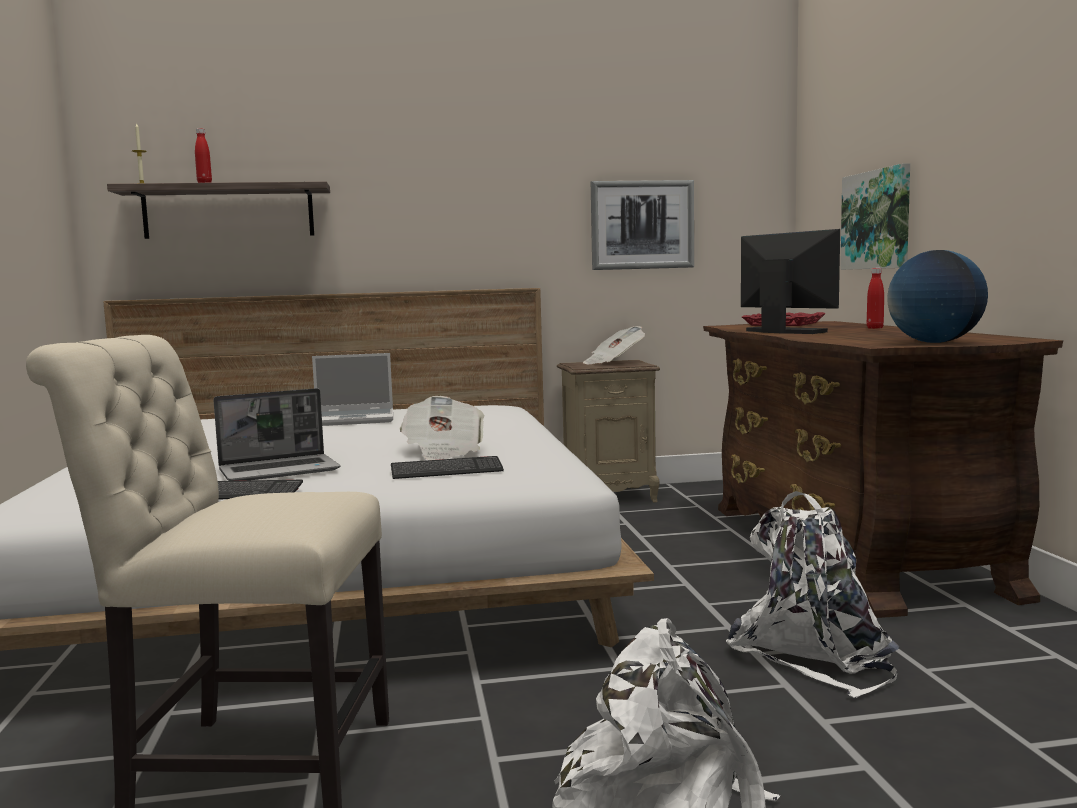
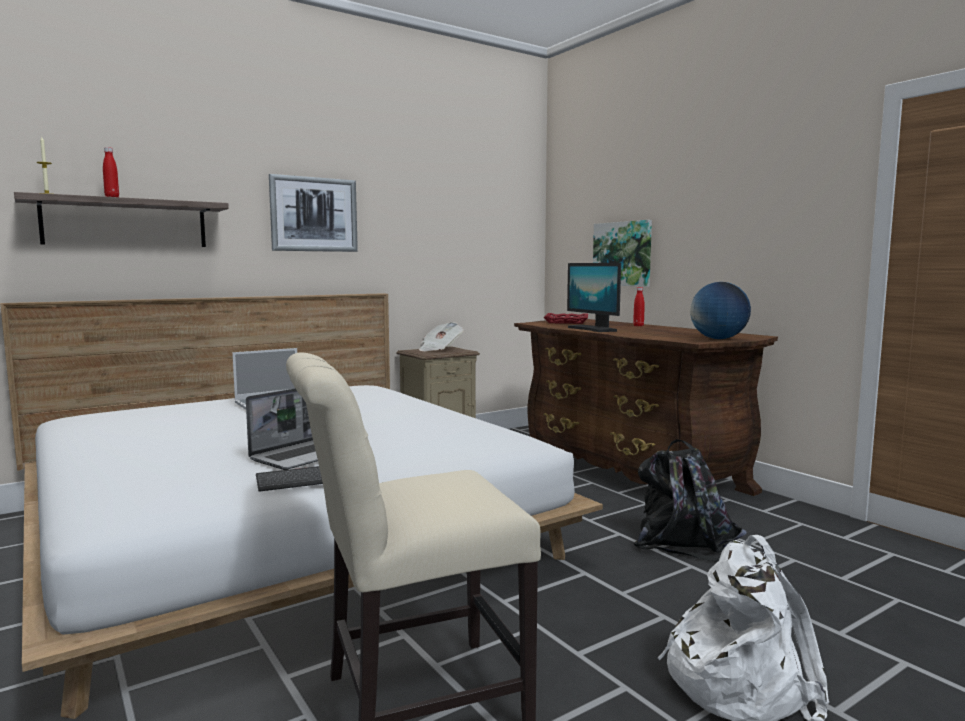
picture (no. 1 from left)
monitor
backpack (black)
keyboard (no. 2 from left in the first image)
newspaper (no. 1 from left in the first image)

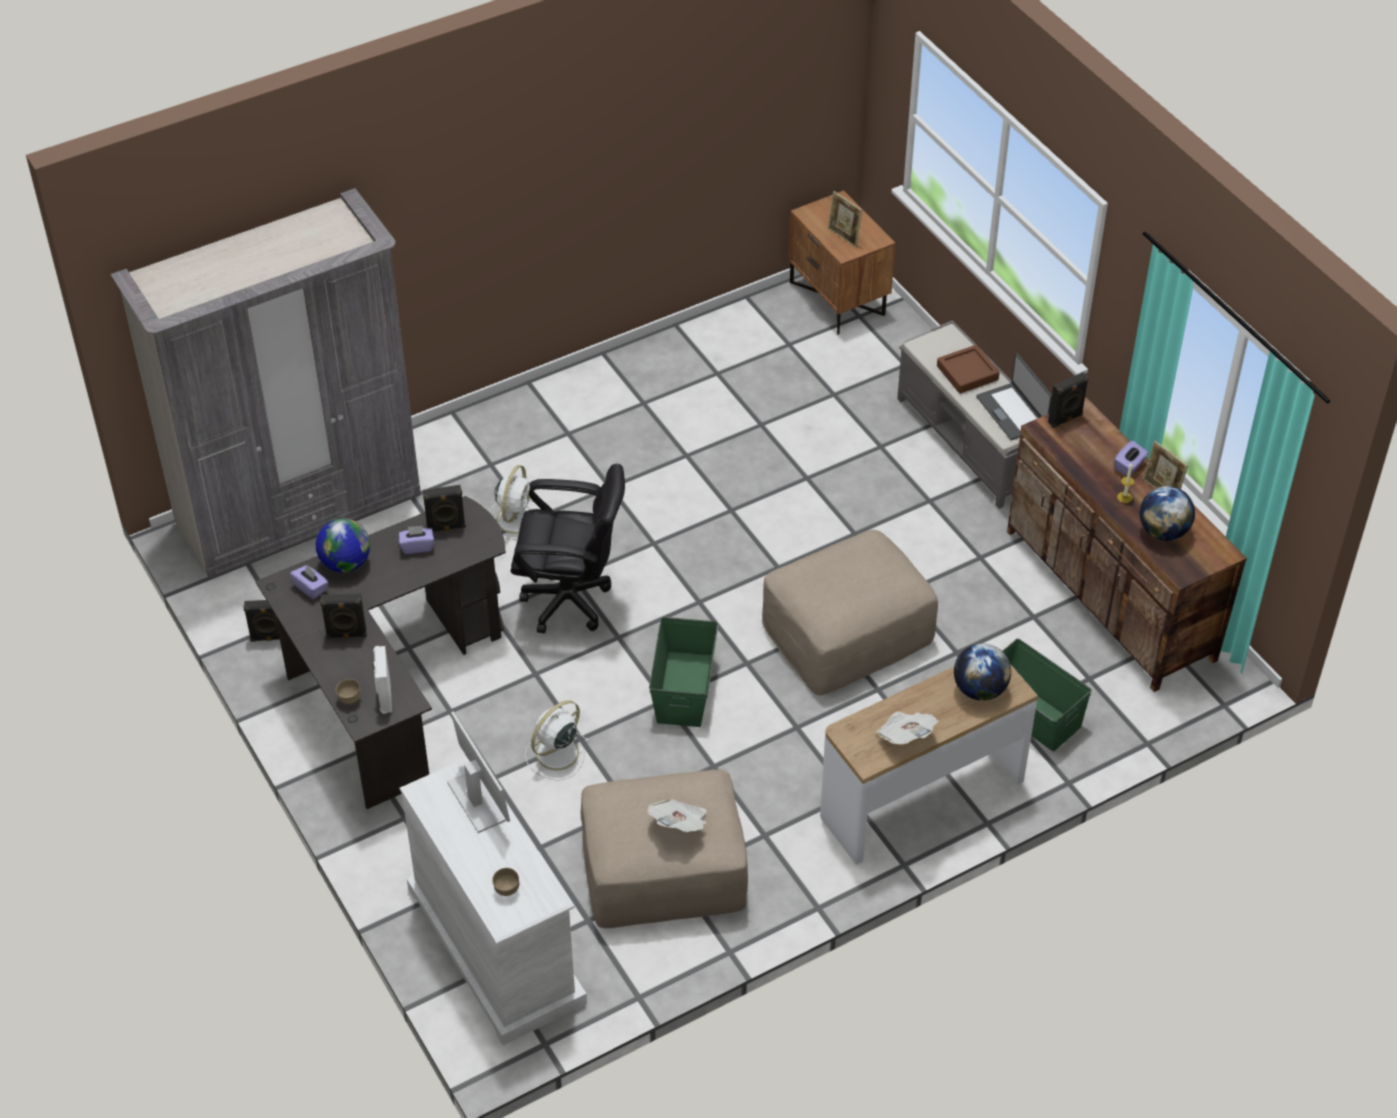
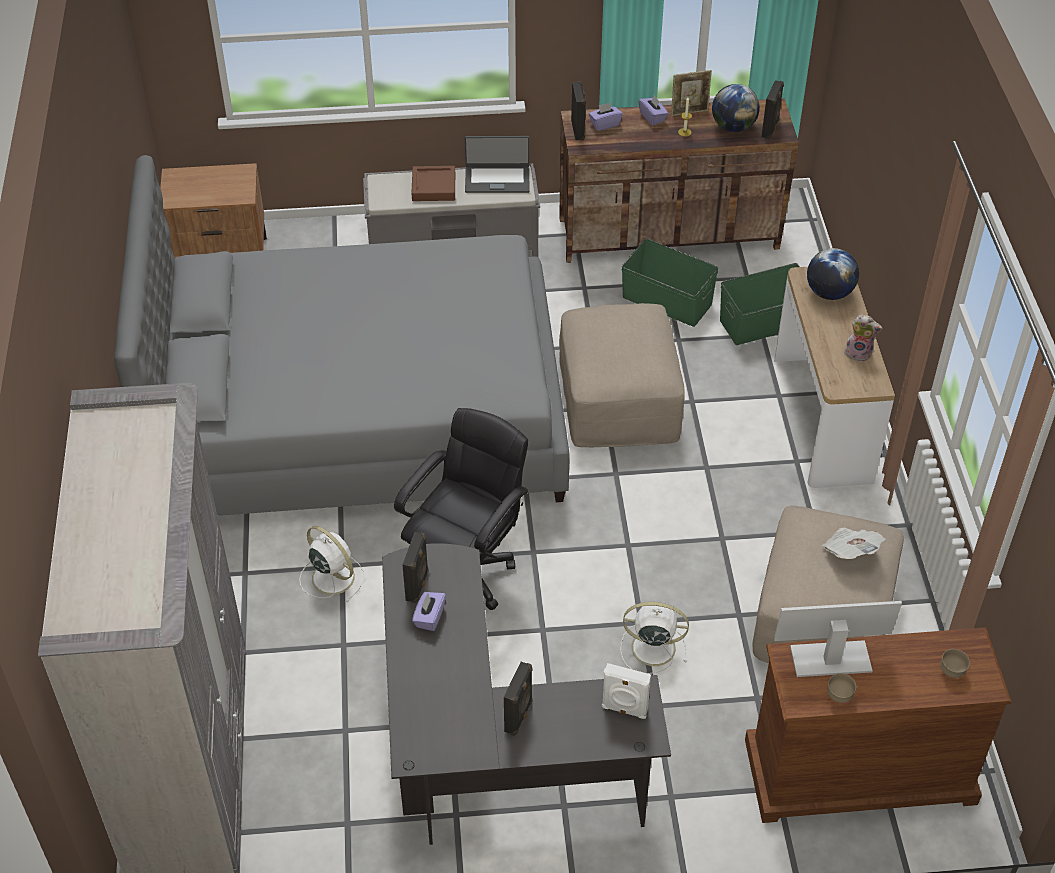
bed (grey)
tissue box (purple) (no. 2 from left)
fan (white) (no. 2 from left)
storage box (green) (no. 1 from left)
dresser (brown)
speaker (black) (no. 4 from left)
bowl (brown) (no. 1 from left)
plush toy
globe (no. 1 from left in the first image)
picture frame (no. 1 from left in the first image)

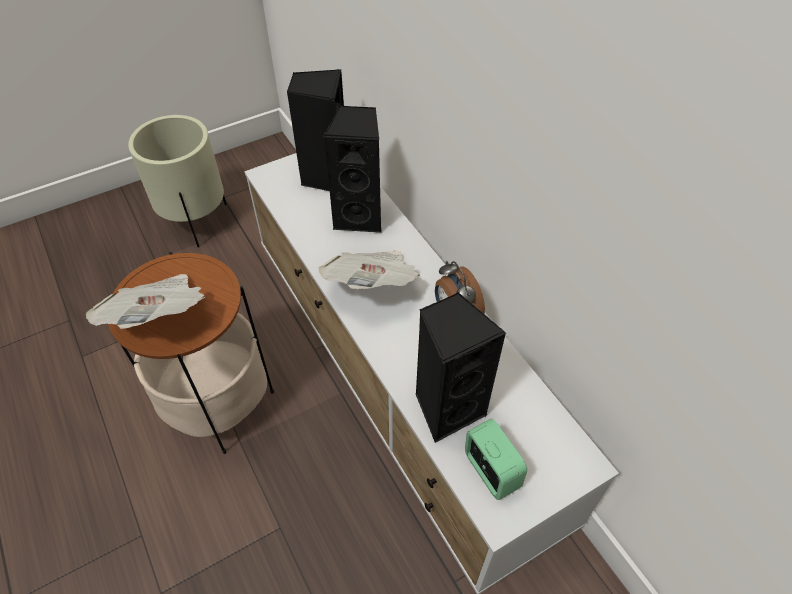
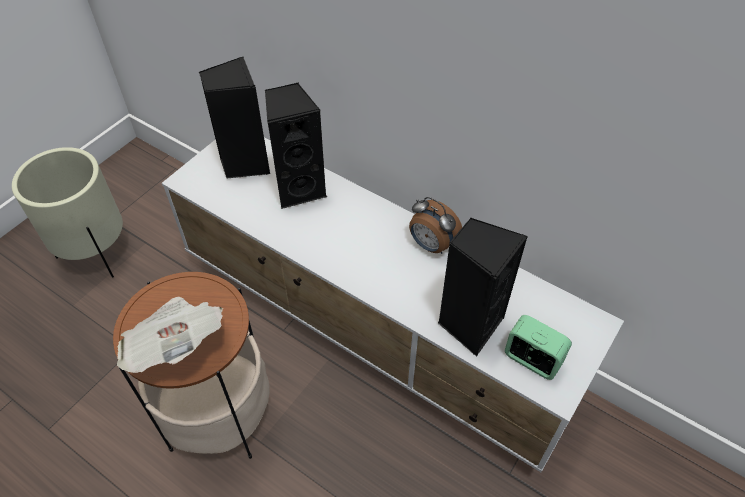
newspaper (no. 2 from left in the first image)

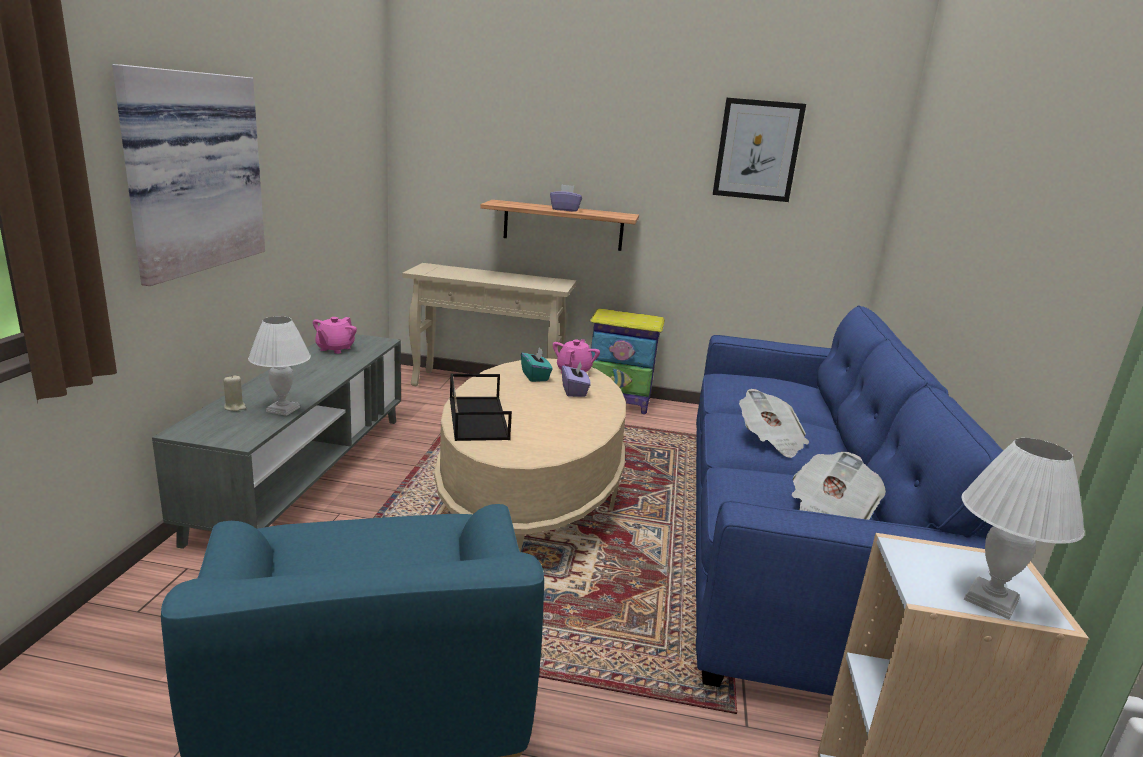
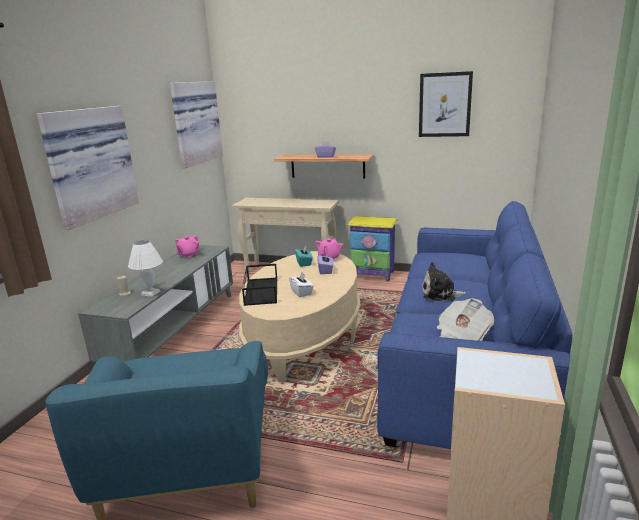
picture (no. 2 from left)
tissue box (white)
plush toy
table lamp (white) (no. 2 from left in the first image)

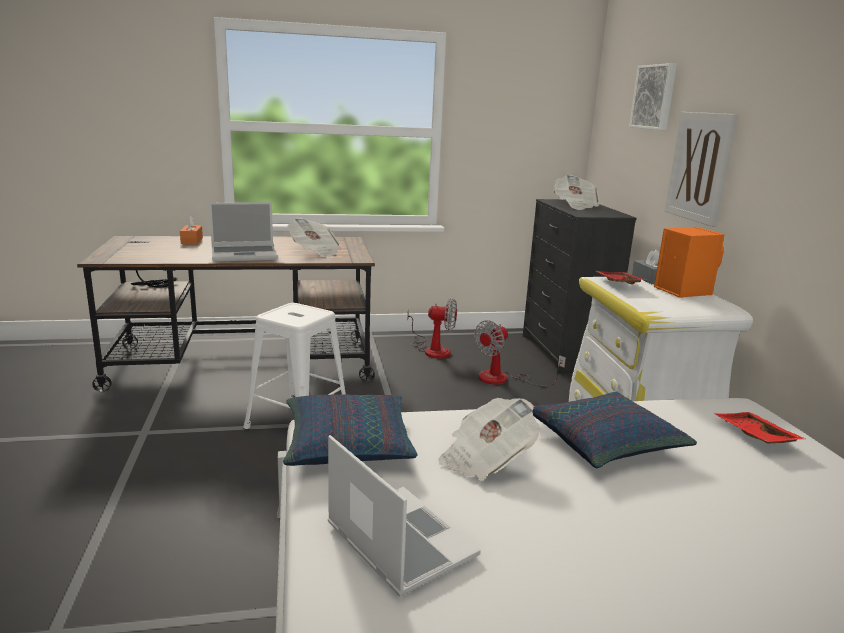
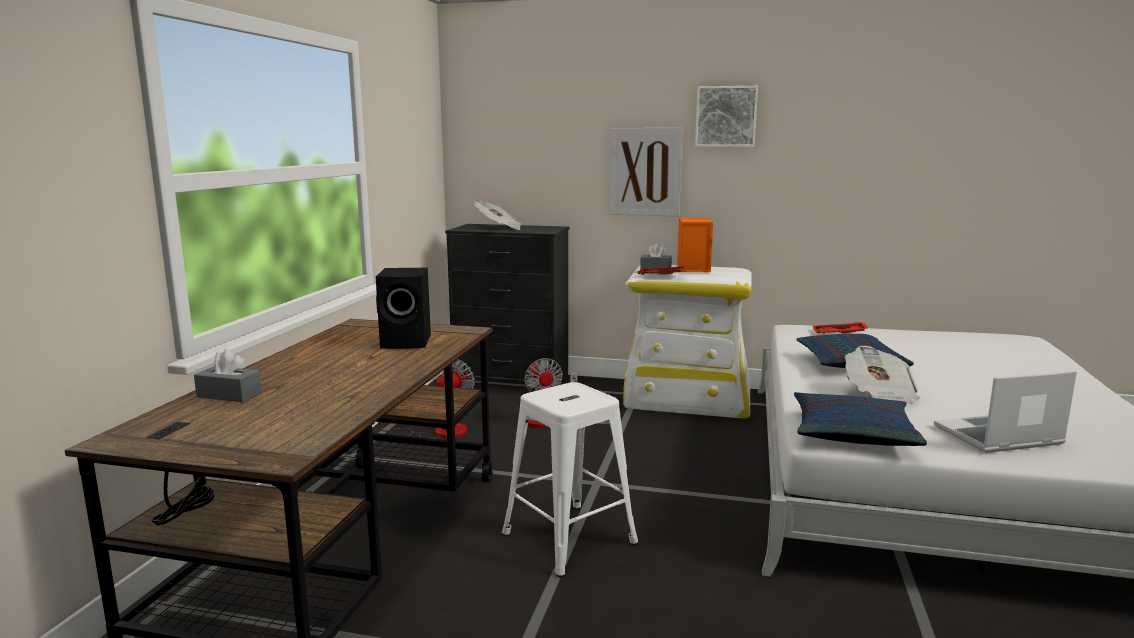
tissue box (grey) (no. 1 from left)
speaker (black)
picture (no. 2 from left)
laptop (no. 1 from left in the first image)

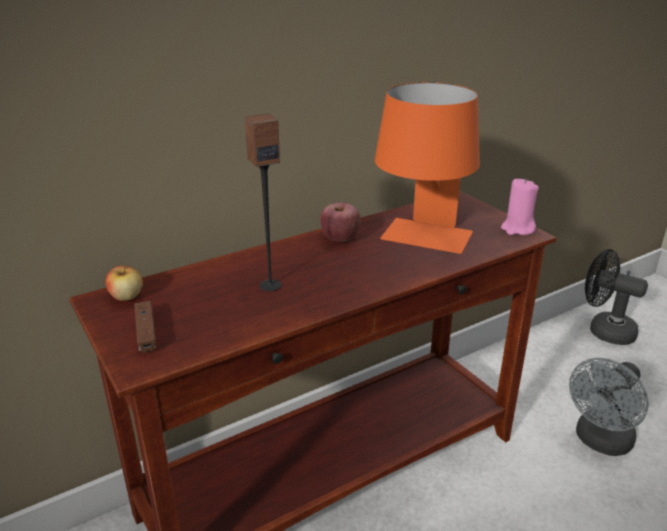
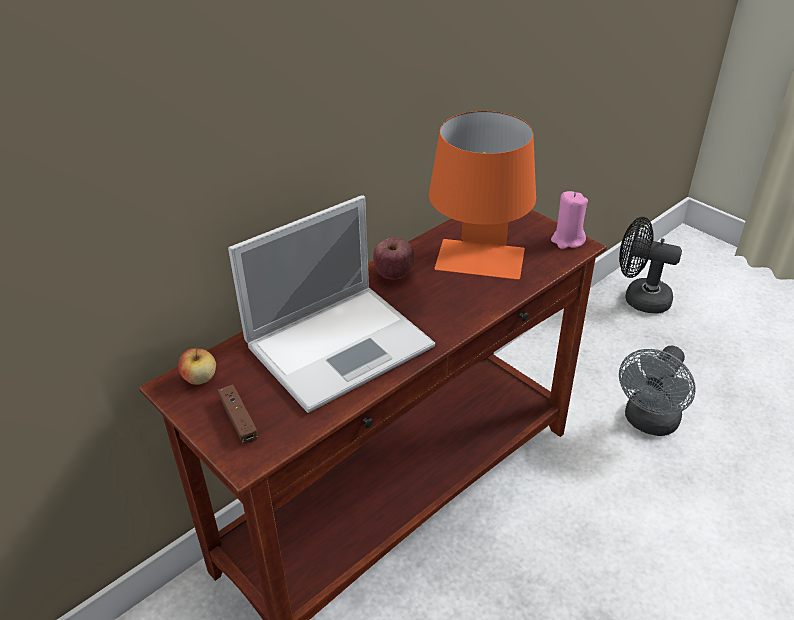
laptop

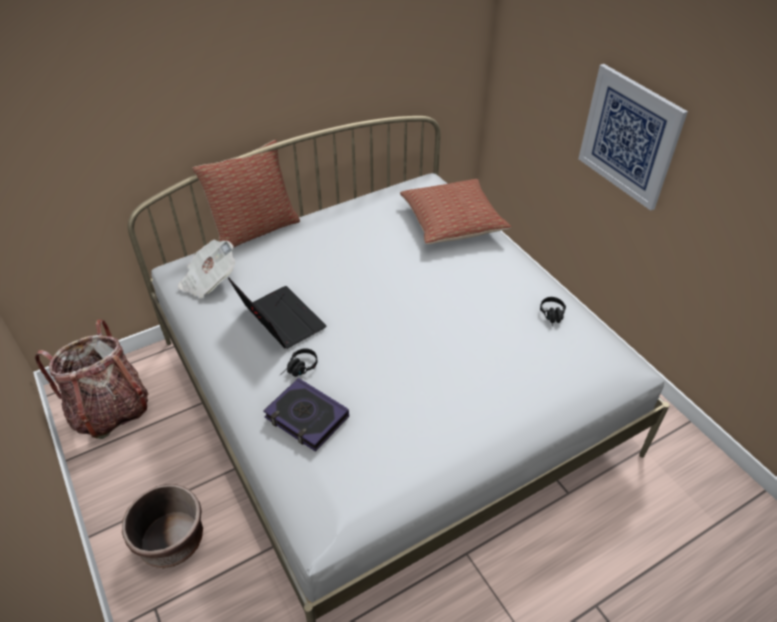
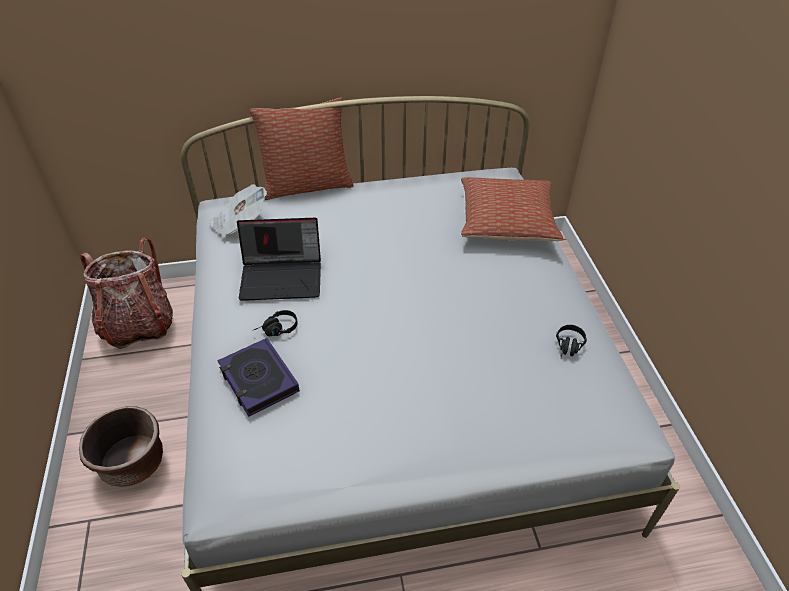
laptop
picture

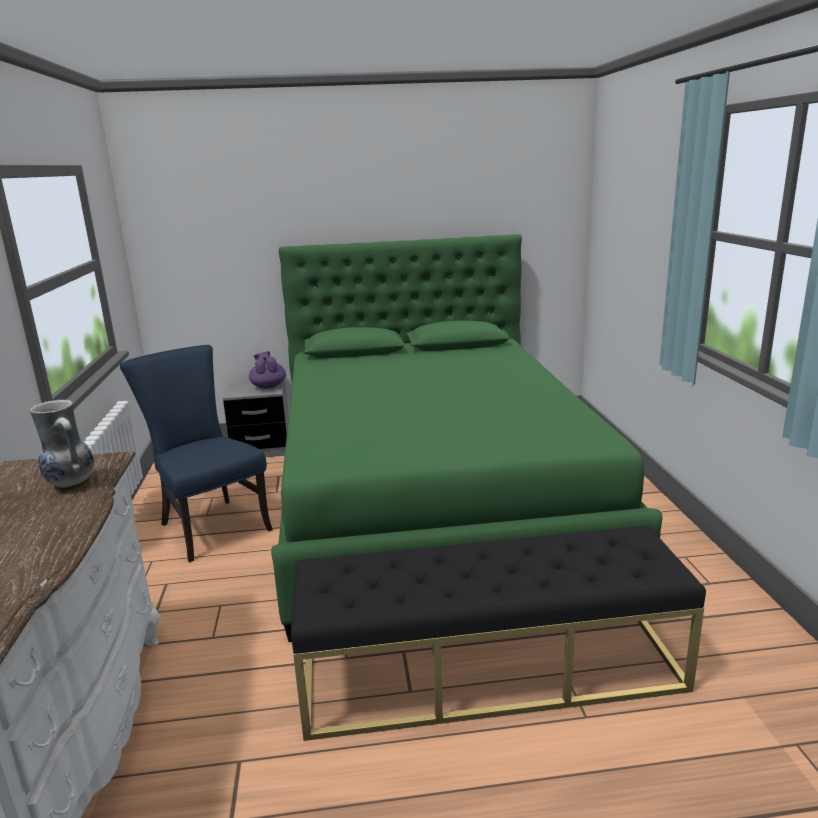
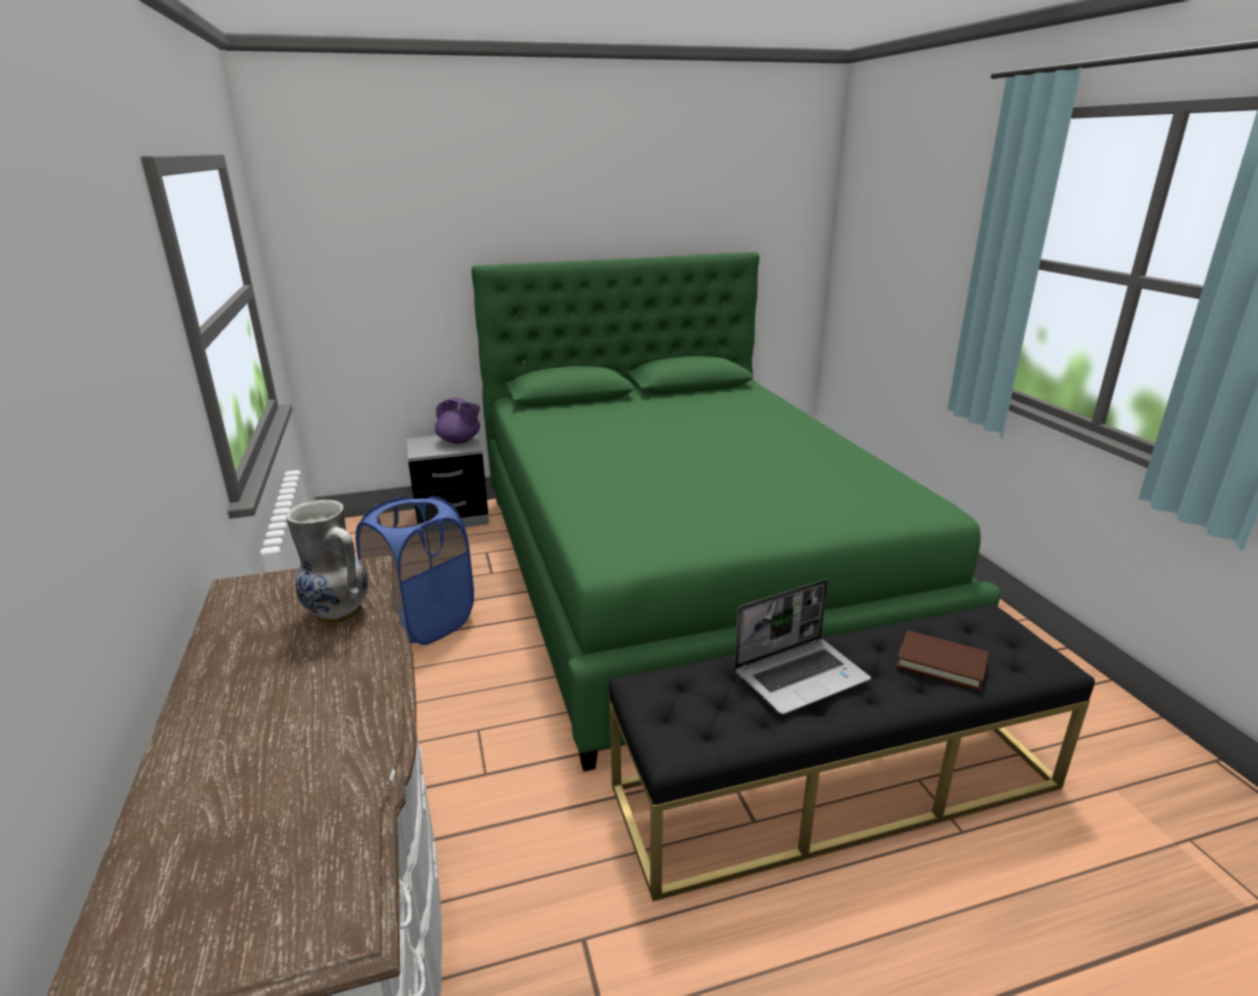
laundry basket (blue)
teapot (purple)
laptop
book (brown)

